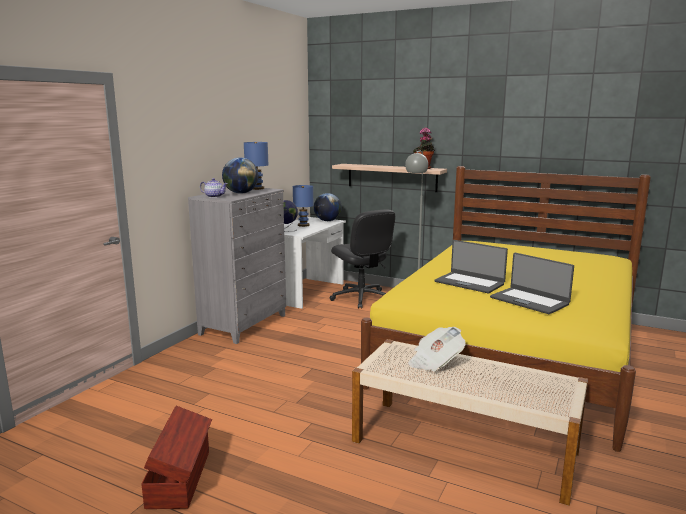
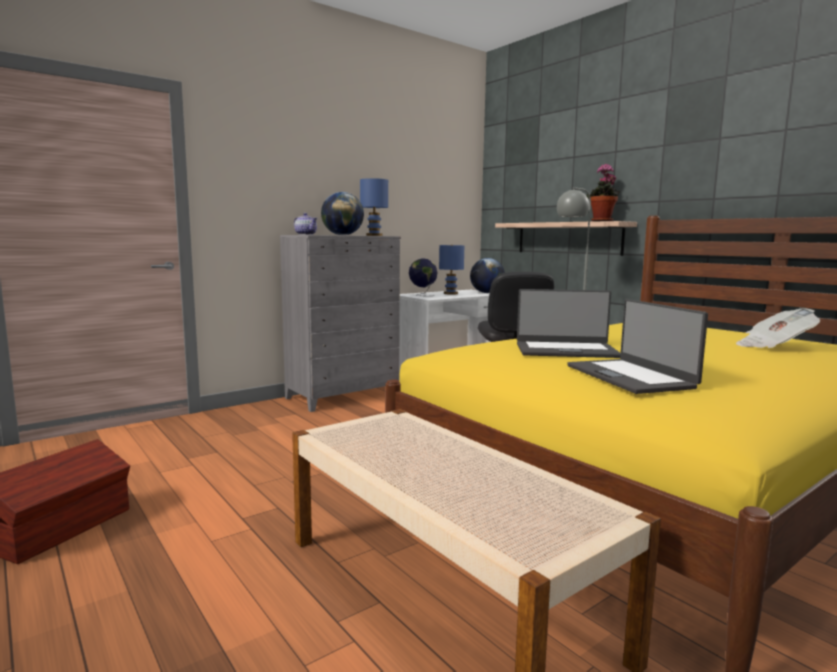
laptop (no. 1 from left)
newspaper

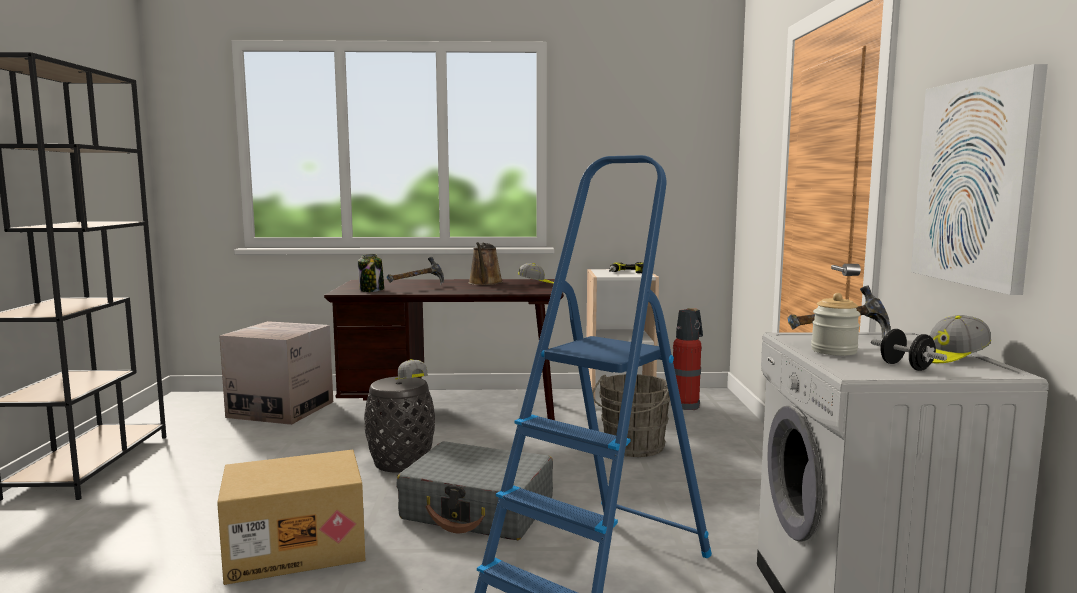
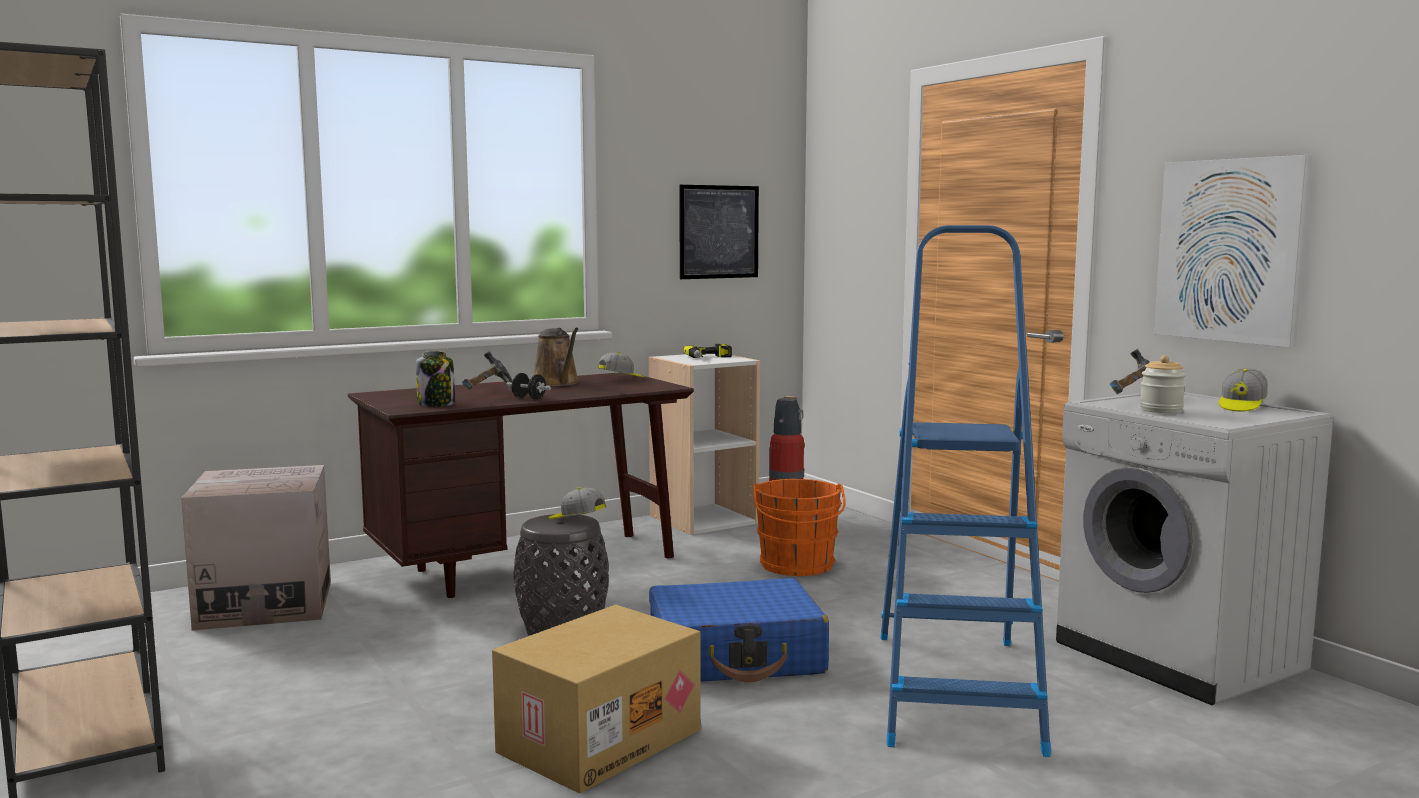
dumbbell (black)
suitcase (blue)
picture (no. 1 from left)
bucket (orange)

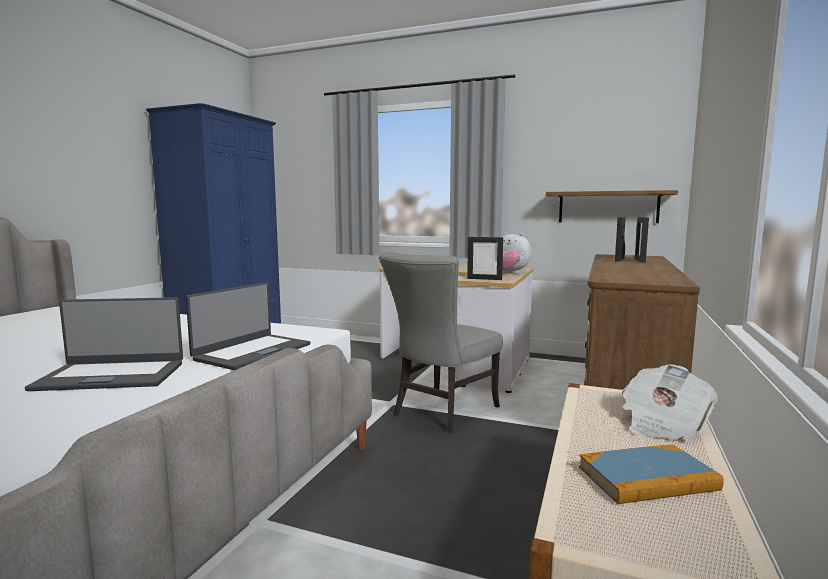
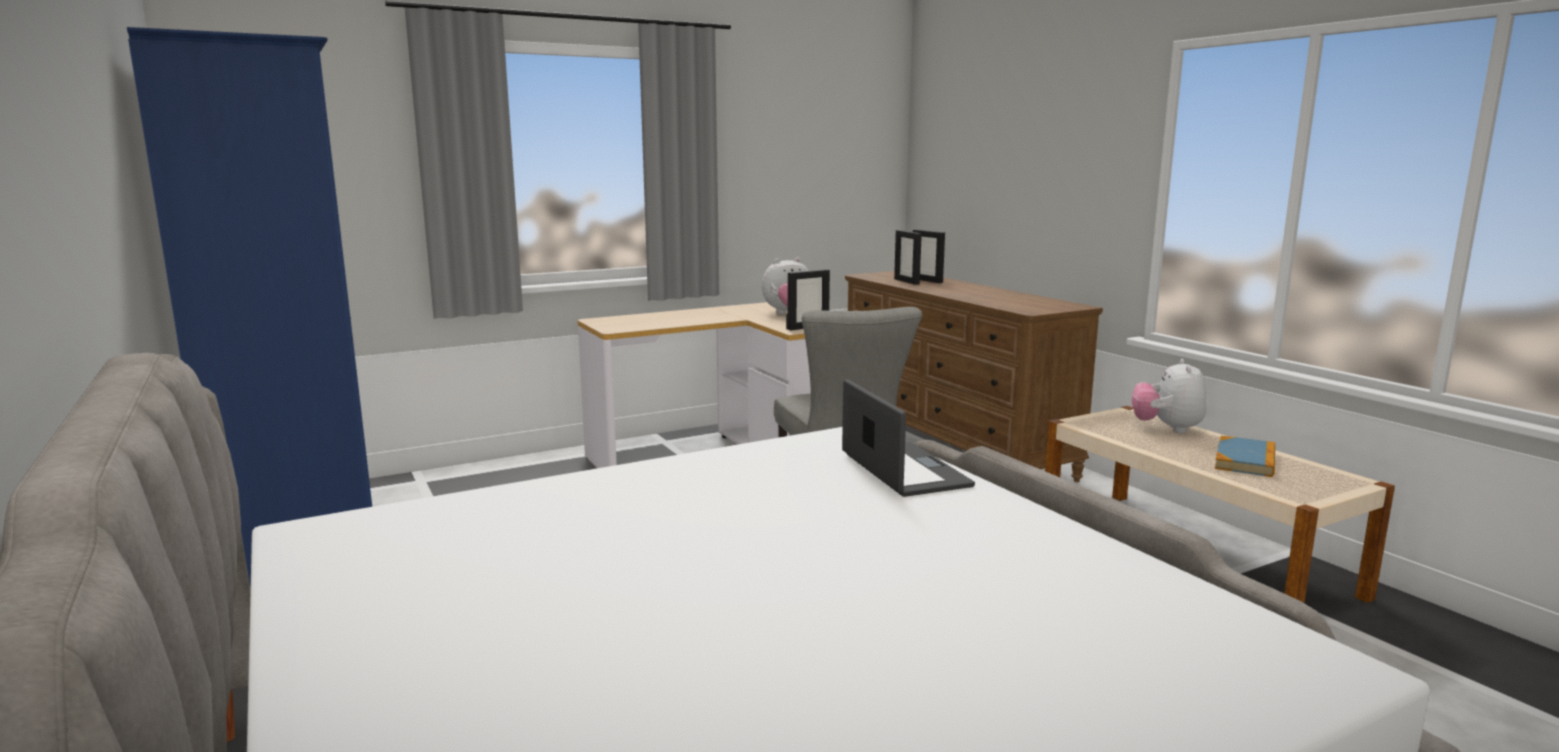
plush toy (no. 2 from left)
laptop (no. 1 from left in the first image)
shelf

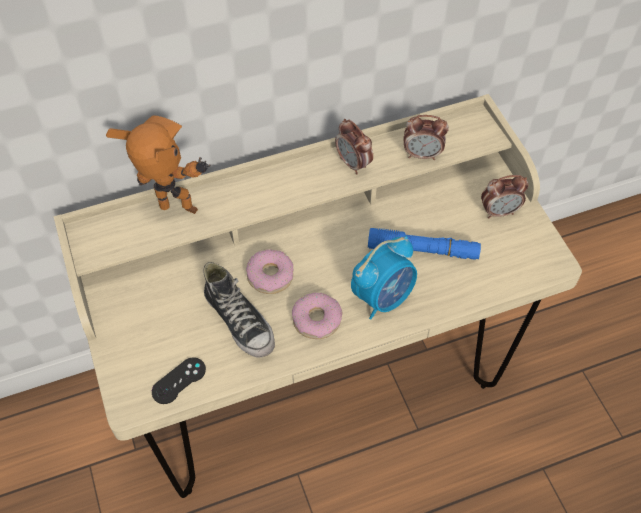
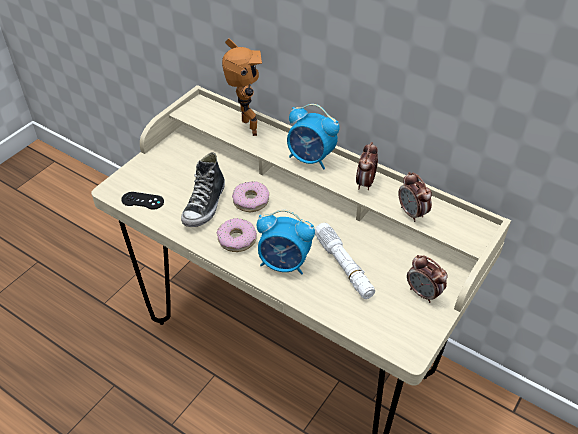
alarm clock (no. 2 from left)
flashlight (white)

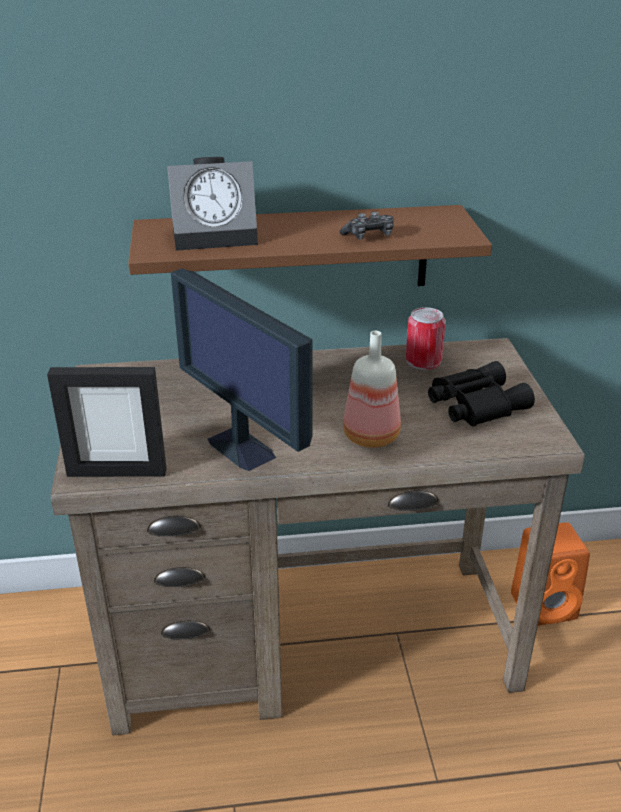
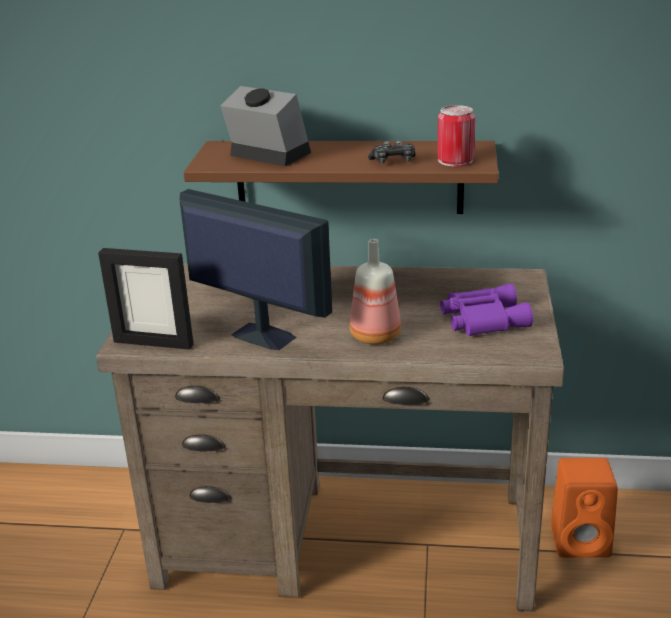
monitor
alarm clock
can
binoculars (purple)

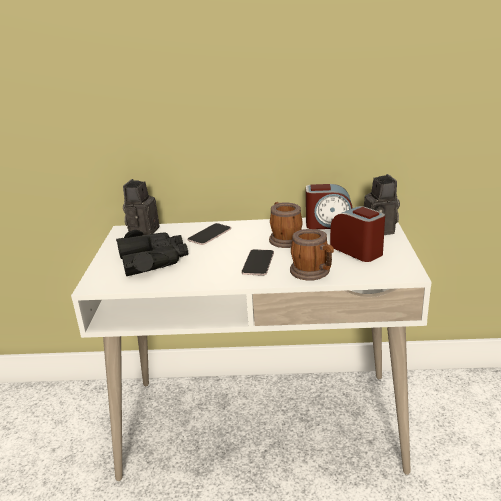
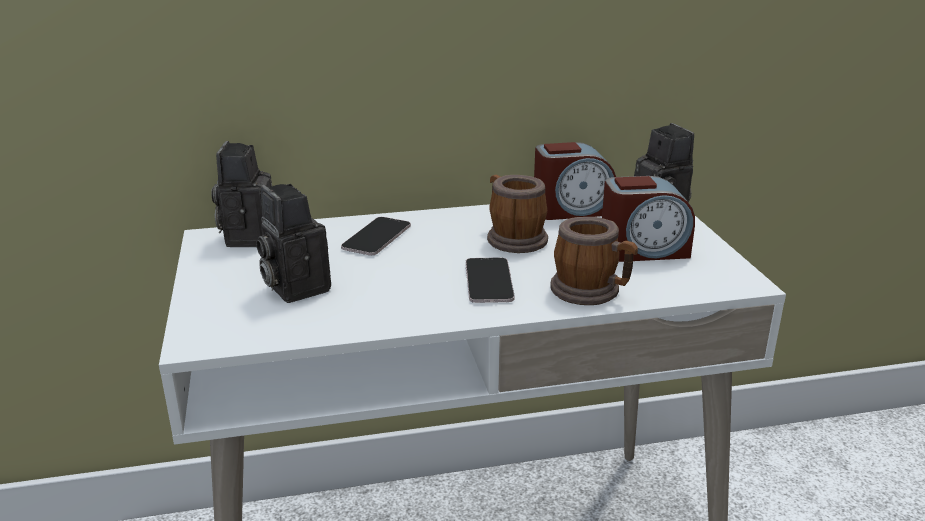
photo camera (no. 2 from left)
alarm clock (no. 2 from left)

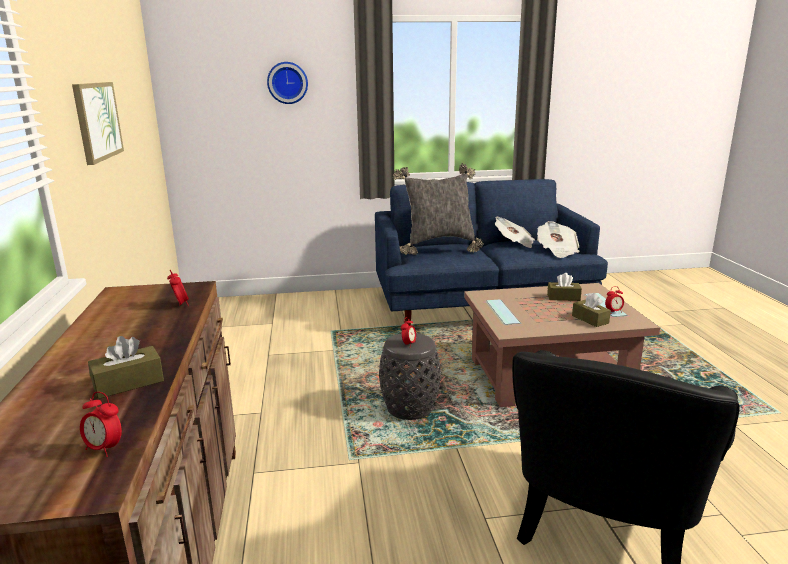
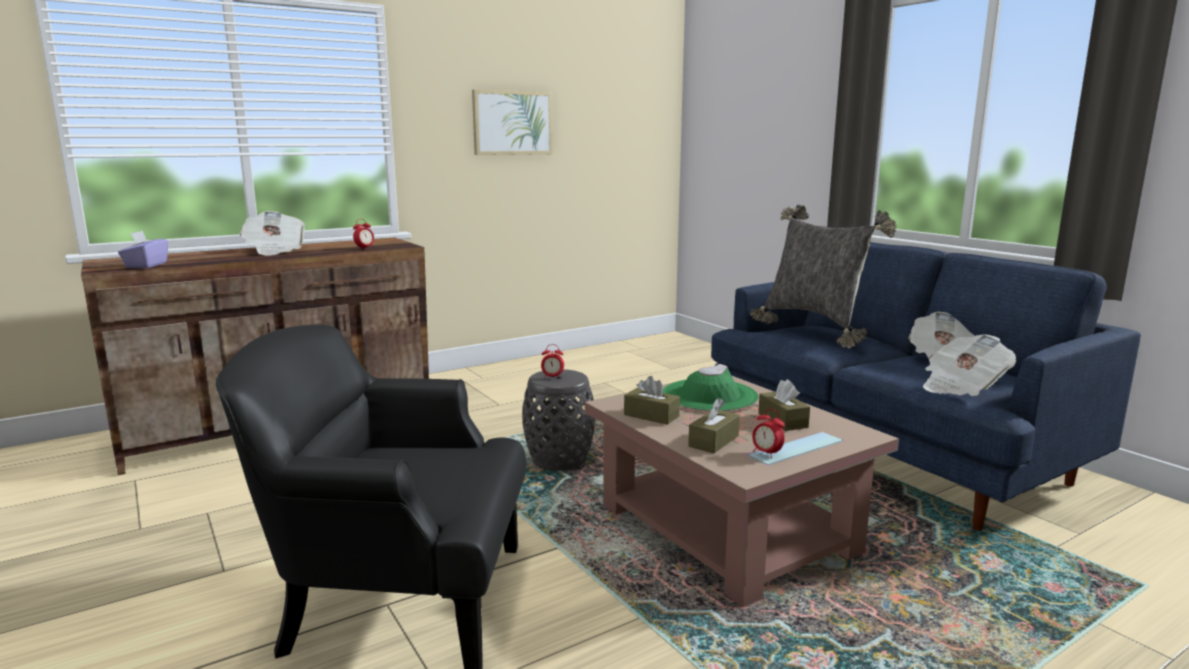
tissue box (purple)
newspaper (no. 1 from left)
tissue box (brown) (no. 1 from left)
hat (green)
wall clock

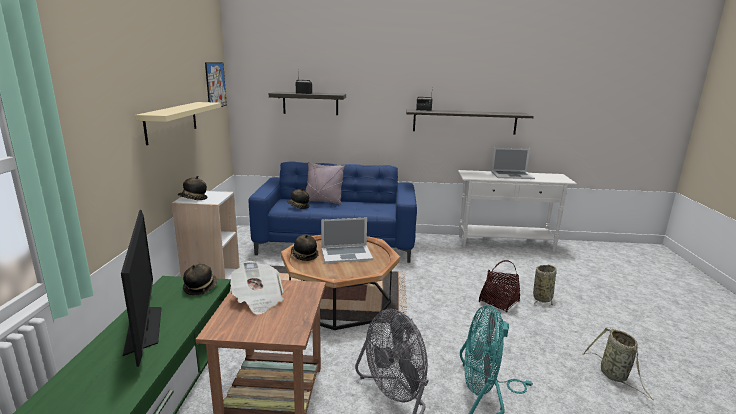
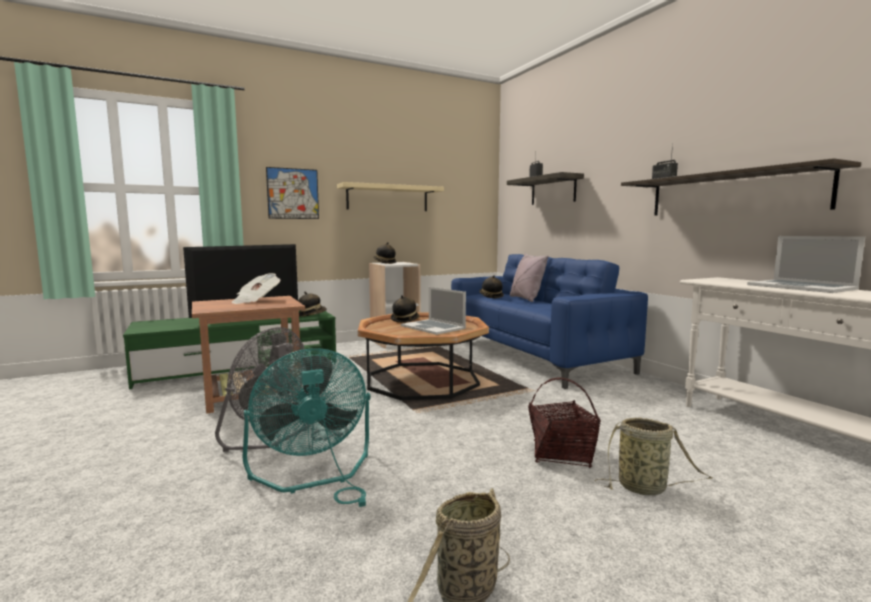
picture

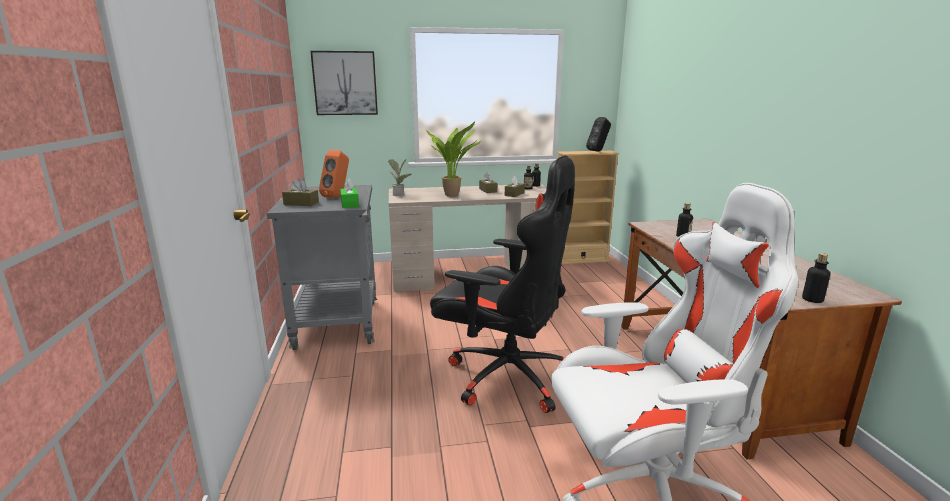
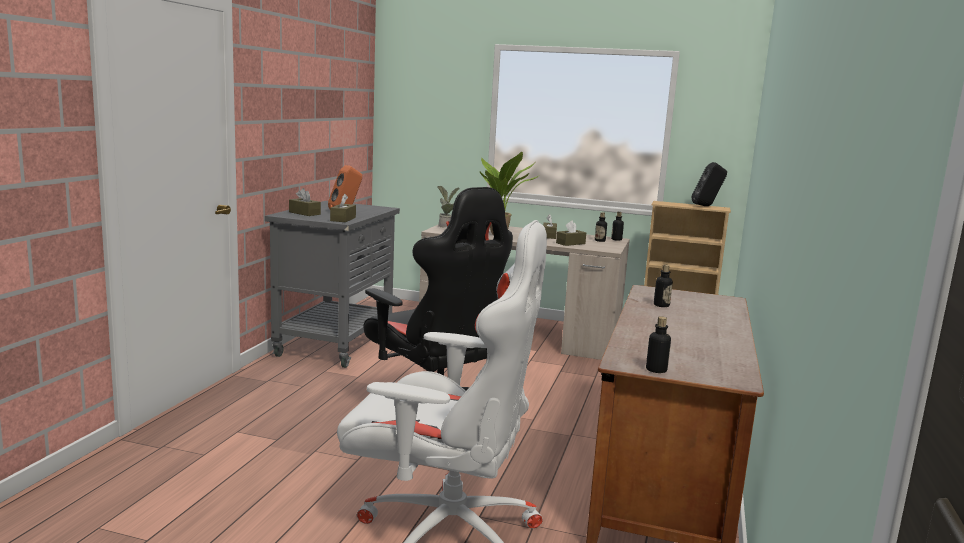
tissue box (brown) (no. 2 from left)
picture

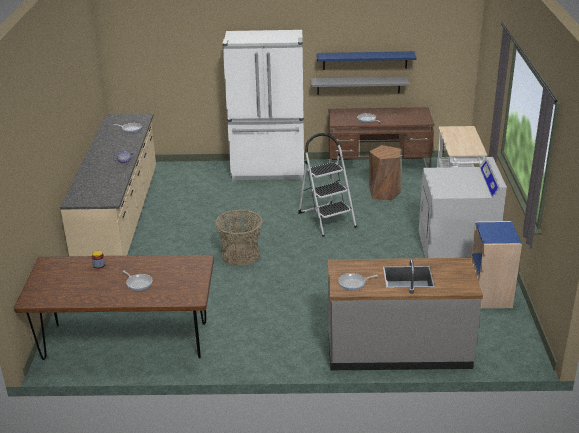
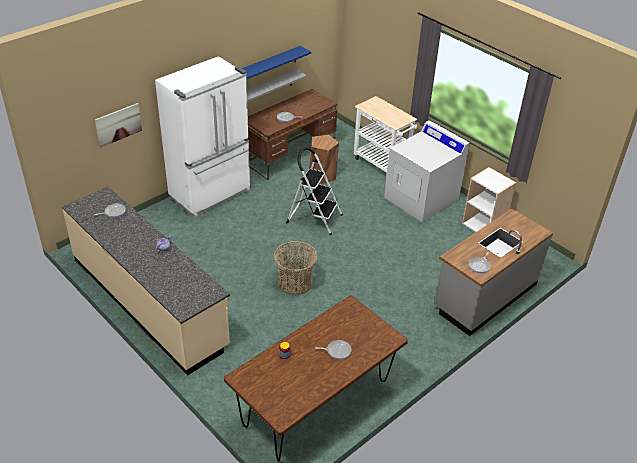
picture
bookcase (white)

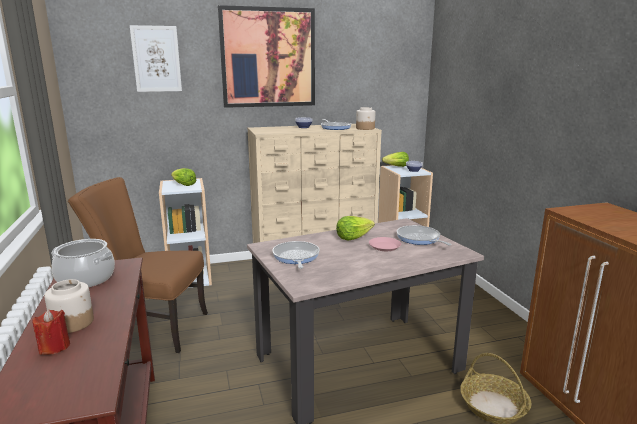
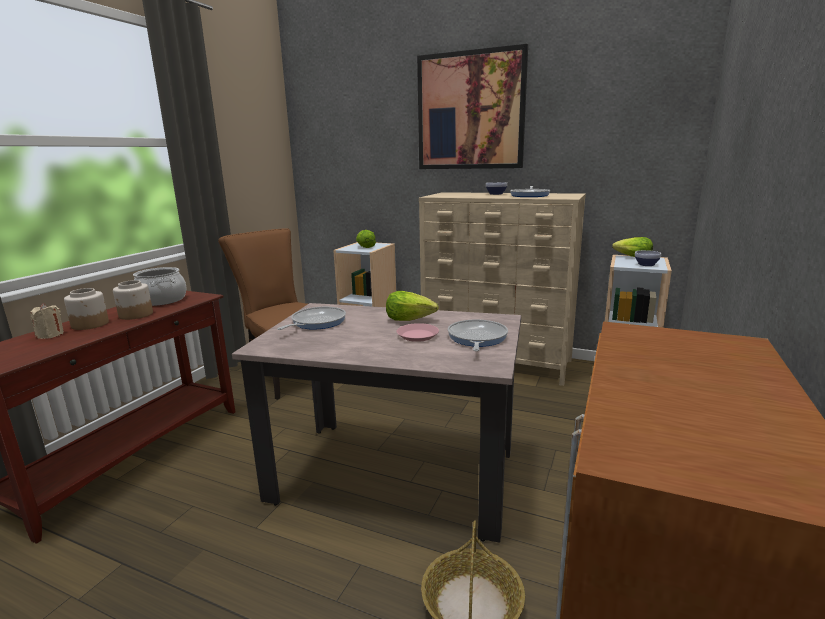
candle (beige)
jar (no. 2 from left)
picture (no. 1 from left in the first image)

